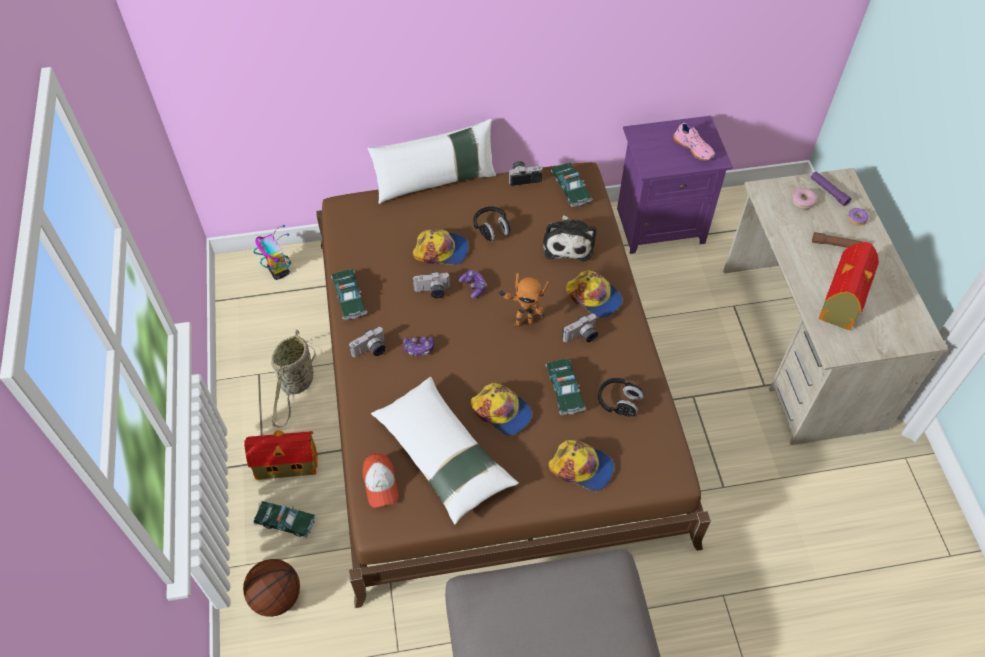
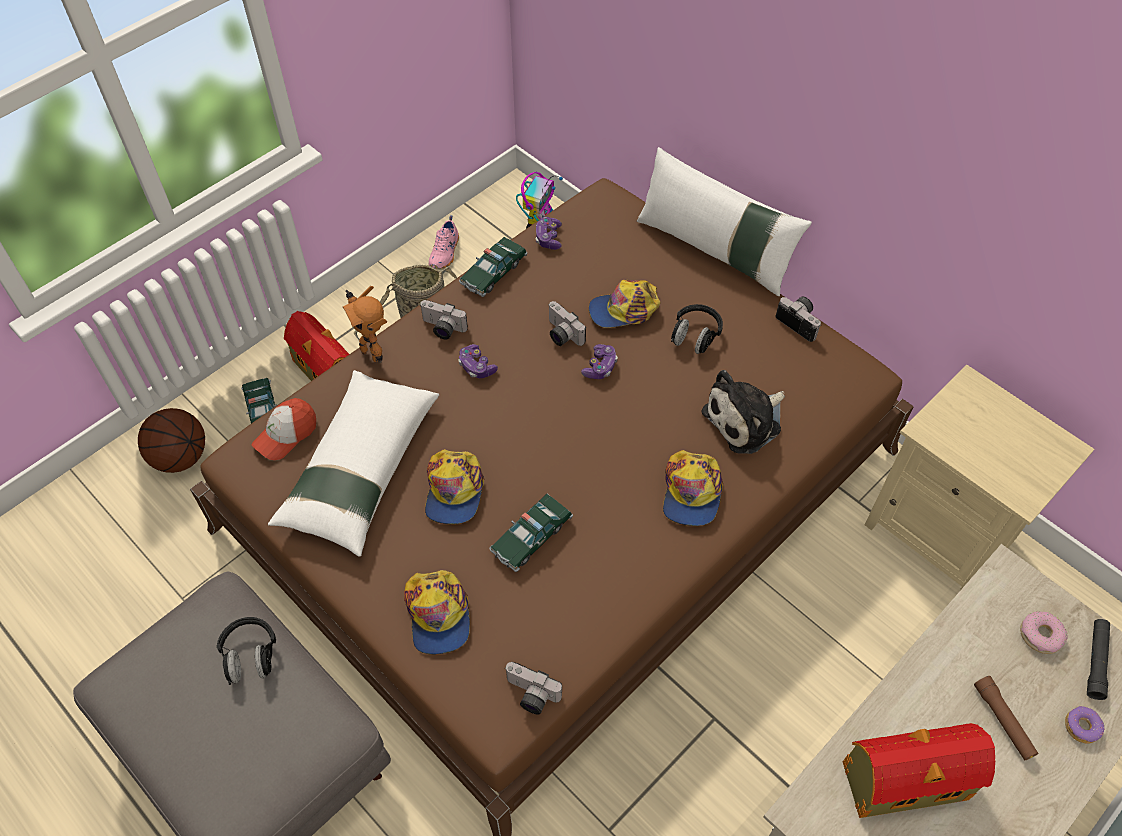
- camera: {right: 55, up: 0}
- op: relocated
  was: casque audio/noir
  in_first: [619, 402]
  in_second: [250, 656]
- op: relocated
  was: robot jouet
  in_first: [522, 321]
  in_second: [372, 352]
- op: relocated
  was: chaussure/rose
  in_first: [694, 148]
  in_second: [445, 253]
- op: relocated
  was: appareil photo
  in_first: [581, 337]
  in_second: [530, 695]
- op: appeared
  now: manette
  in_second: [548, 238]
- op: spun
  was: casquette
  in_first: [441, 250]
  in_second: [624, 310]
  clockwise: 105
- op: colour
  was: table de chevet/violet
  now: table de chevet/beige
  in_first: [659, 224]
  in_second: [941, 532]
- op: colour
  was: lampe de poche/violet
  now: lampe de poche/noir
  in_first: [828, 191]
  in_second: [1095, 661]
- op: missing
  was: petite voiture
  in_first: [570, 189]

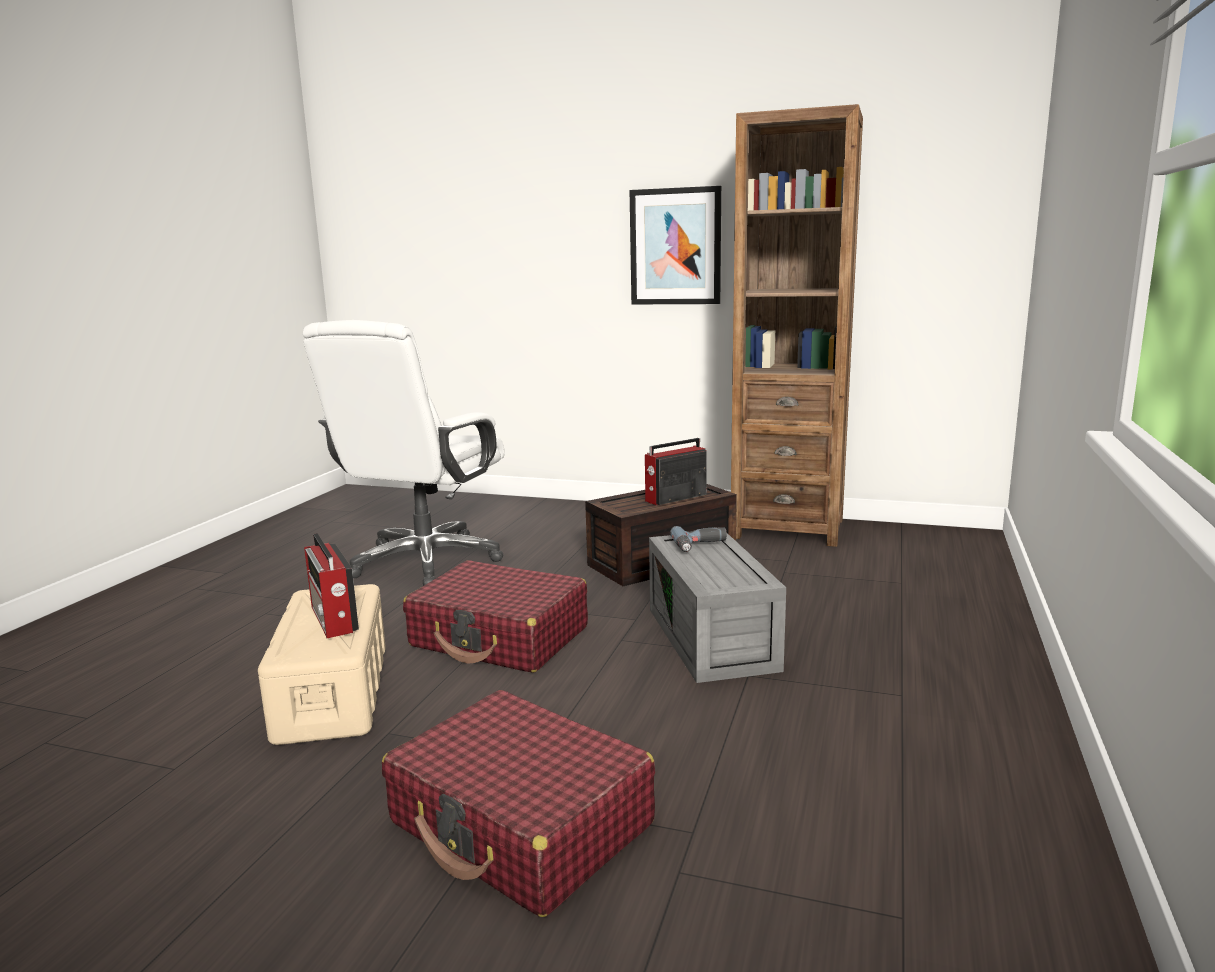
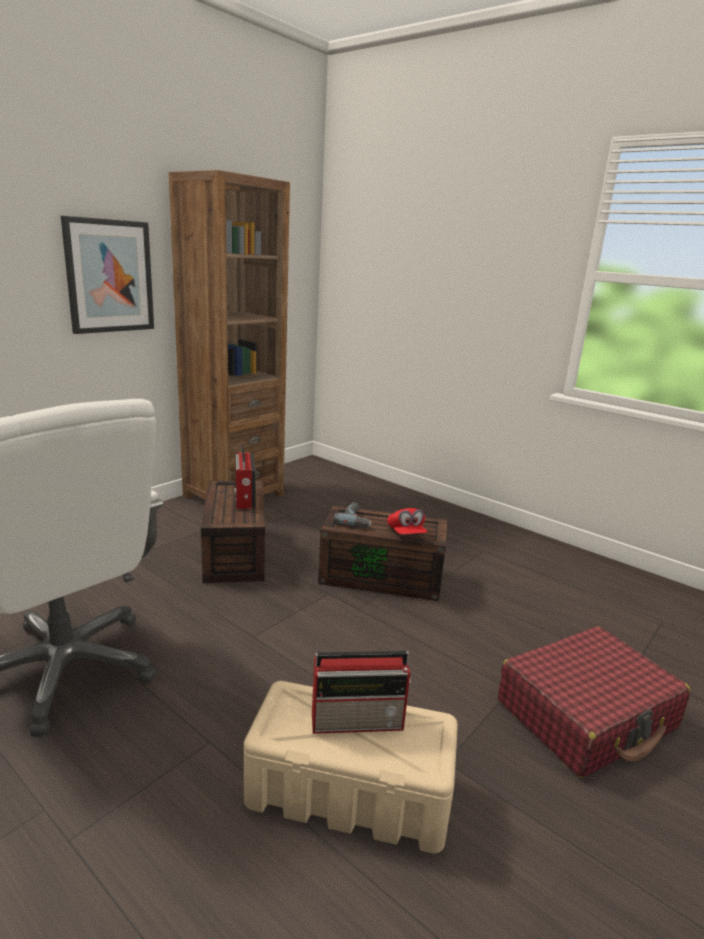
- camera: {right: -70, up: 5}
- op: colour
  was: boîte de rangement/gris
  now: boîte de rangement/marron
  in_first: [714, 639]
  in_second: [383, 576]
- op: appeared
  now: casquette/rouge
  in_second: [406, 533]
- op: missing
  was: valise/rouge
  in_first: [500, 637]

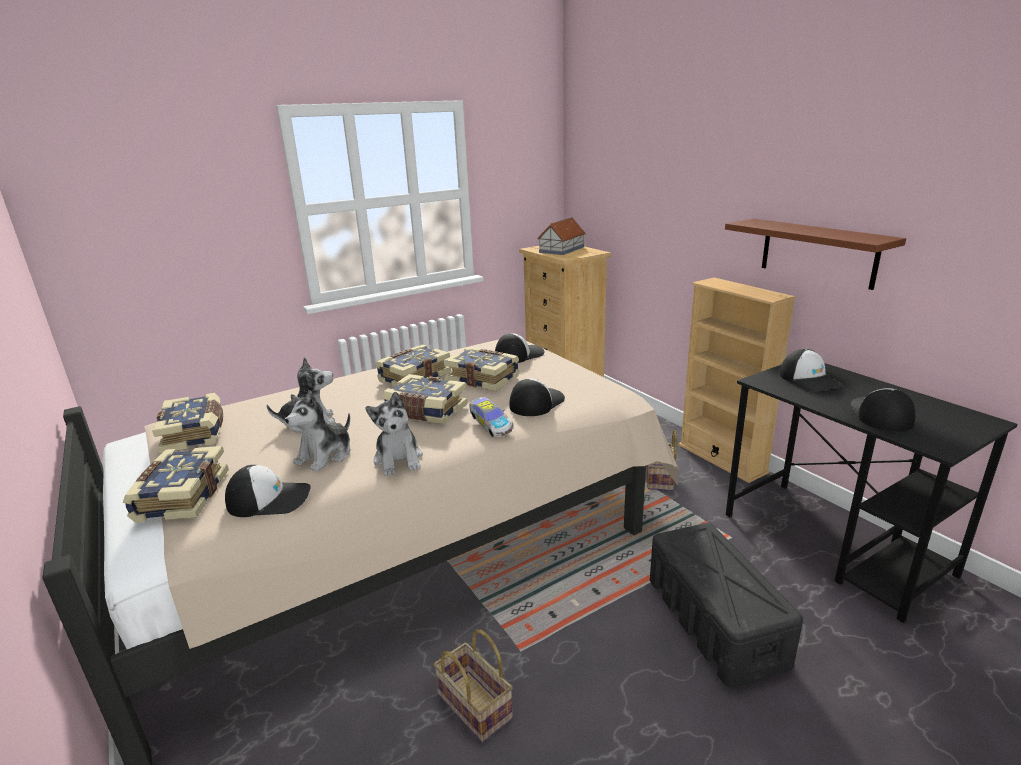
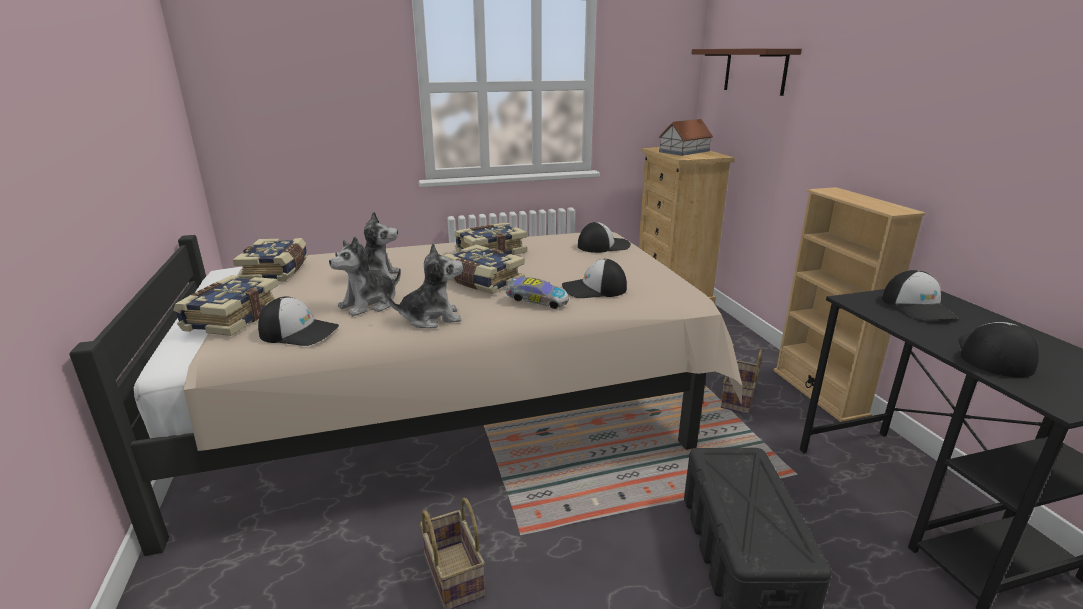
- camera: {right: 15, up: 0}
- op: spun
  was: peluche
  in_first: [399, 459]
  in_second: [431, 318]
  clockwise: -105
- op: spun
  was: petite voiture
  in_first: [490, 425]
  in_second: [536, 302]
  clockwise: -60
- op: spun
  was: casquette
  in_first: [536, 403]
  in_second: [594, 289]
  clockwise: -150
- op: relocated
  was: étagère/marron
  in_first: [817, 252]
  in_second: [755, 71]
- op: missing
  was: livre
  in_first: [483, 378]

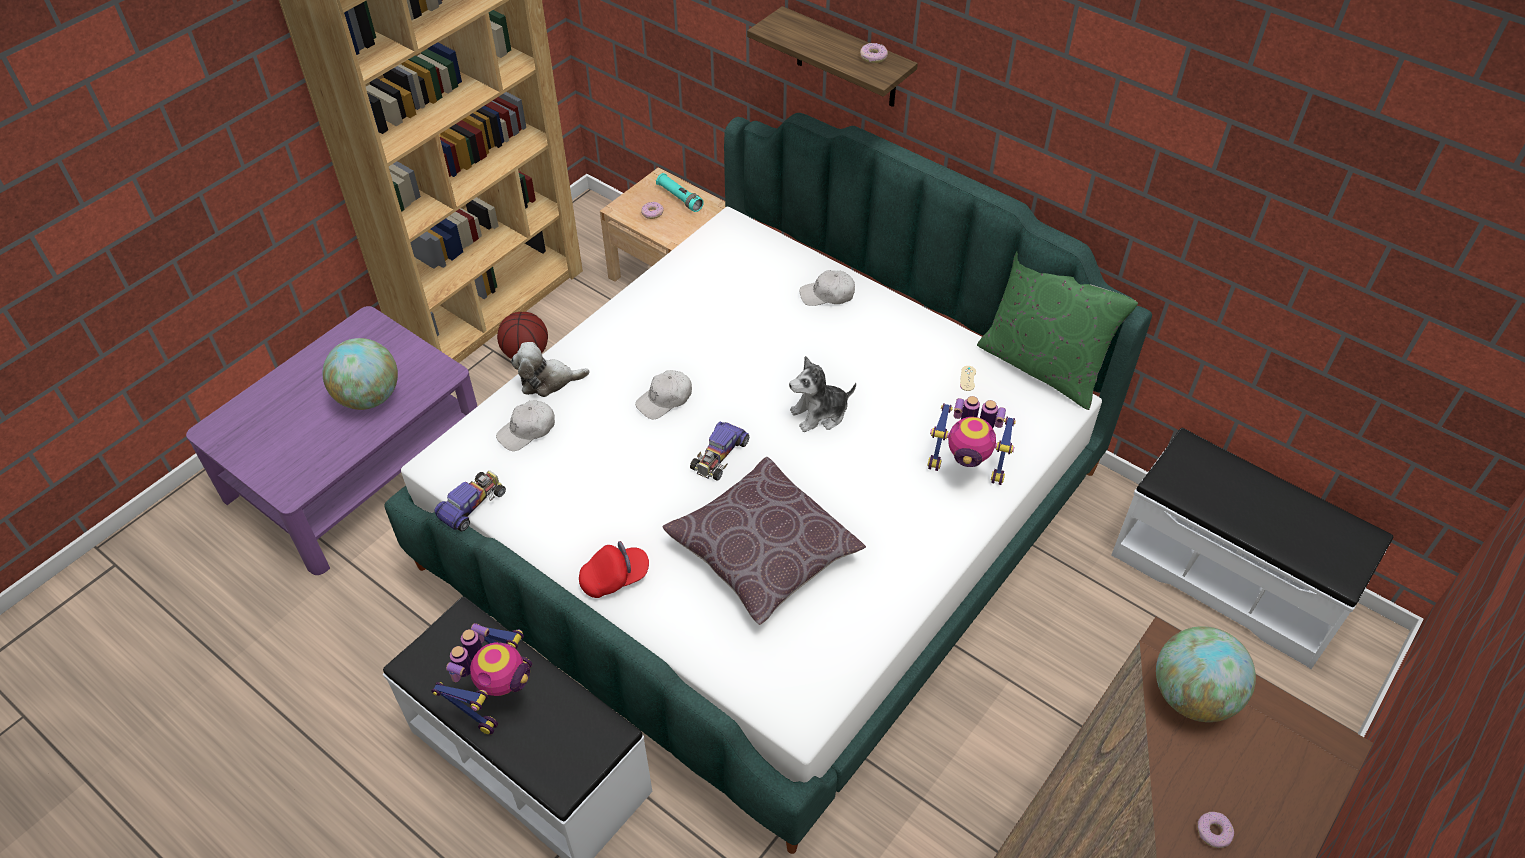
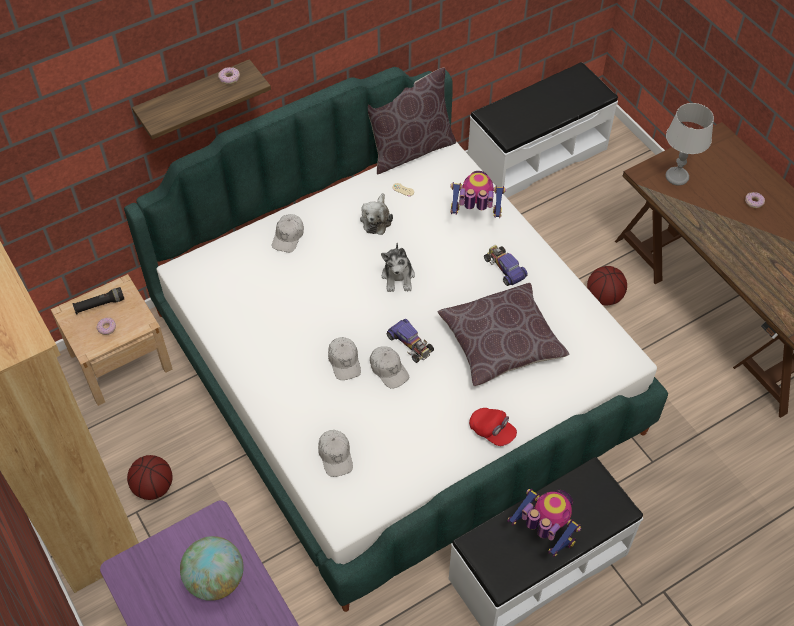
- camera: {right: -70, up: 5}
- op: colour
  was: lampe de poche/turquoise
  now: lampe de poche/noir
  in_first: [679, 198]
  in_second: [100, 305]
- op: relocated
  was: peluche
  in_first: [548, 381]
  in_second: [376, 219]
- op: colour
  was: coussin/vert
  now: coussin/marron
  in_first: [1042, 366]
  in_second: [410, 149]
- op: appeared
  now: casquette/blanc
  in_second: [388, 369]
- op: spun
  was: robot jouet
  in_first: [967, 466]
  in_second: [475, 216]
  clockwise: -120
- op: spun
  was: casquette/rouge
  in_first: [615, 578]
  in_second: [492, 431]
  clockwise: 135
- op: relocated
  was: petite voiture
  in_first: [472, 504]
  in_second: [504, 268]
- op: appeared
  now: ballon de basket
  in_second: [603, 297]
- op: exchanged
  was: globe
  now: lampe de table/gris
  in_first: [1192, 696]
  in_second: [677, 177]

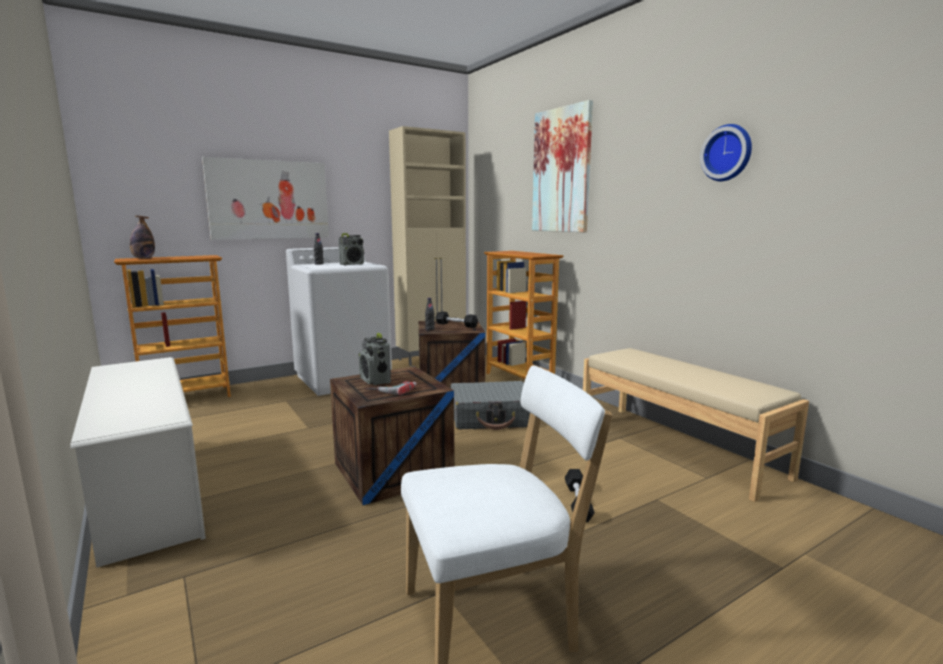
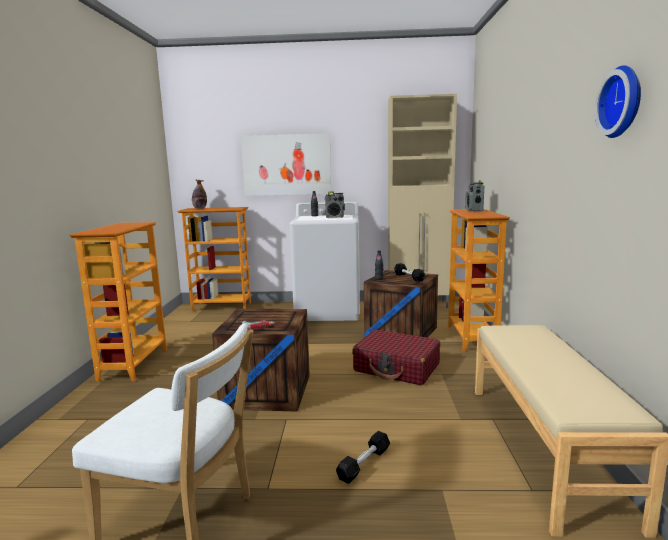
- camera: {right: 35, up: 0}
- op: exchanged
  was: étagère à chaussures/blanc
  now: bibliothèque
  in_first: [149, 493]
  in_second: [133, 364]
- op: colour
  was: valise/gris
  now: valise/rouge
  in_first: [491, 417]
  in_second: [397, 368]
- op: relocated
  was: radio
  in_first: [375, 381]
  in_second: [474, 210]
- op: missing
  was: tableau
  in_first: [561, 170]

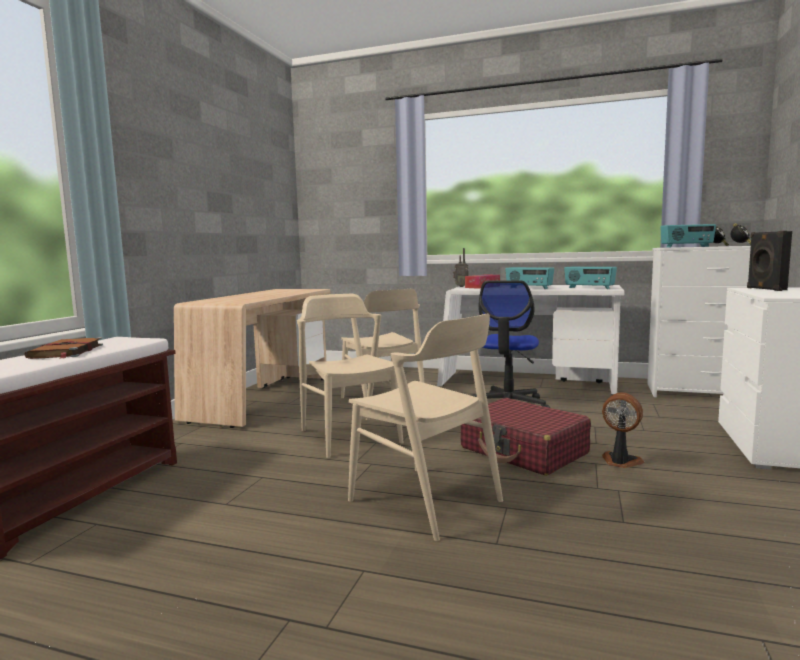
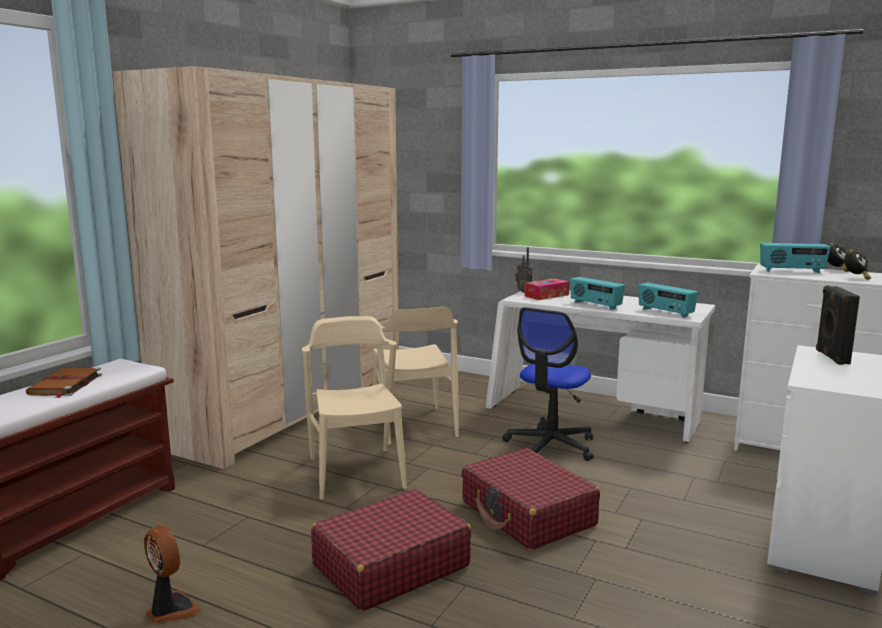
- camera: {right: 10, up: 5}
- op: exchanged
  was: bureau/beige
  now: armoire/beige
  in_first: [265, 398]
  in_second: [291, 407]
- op: relocated
  was: ventilateur
  in_first: [620, 462]
  in_second: [170, 610]
- op: exchanged
  was: chaise/beige
  now: valise/rouge
  in_first: [425, 500]
  in_second: [390, 566]

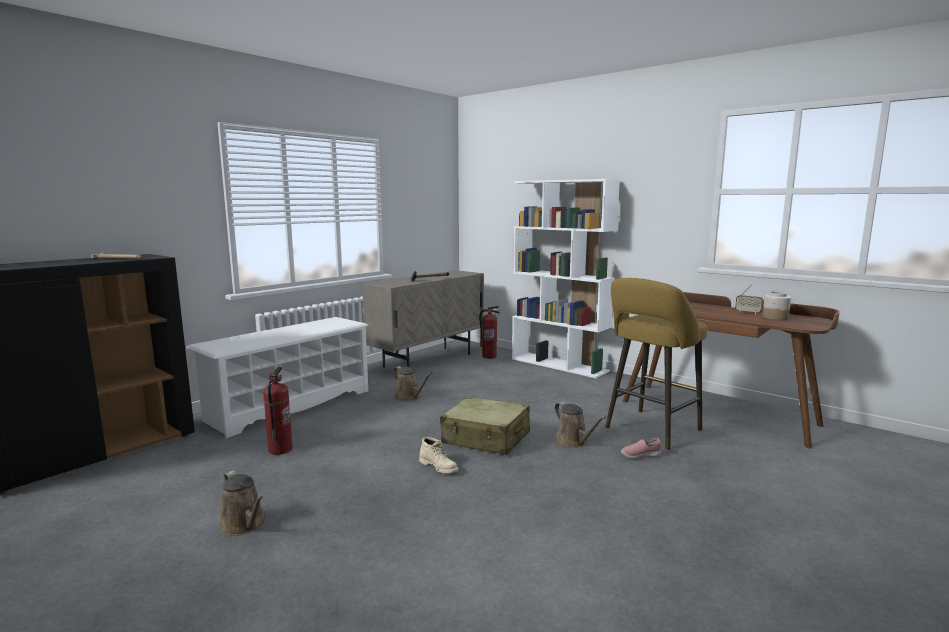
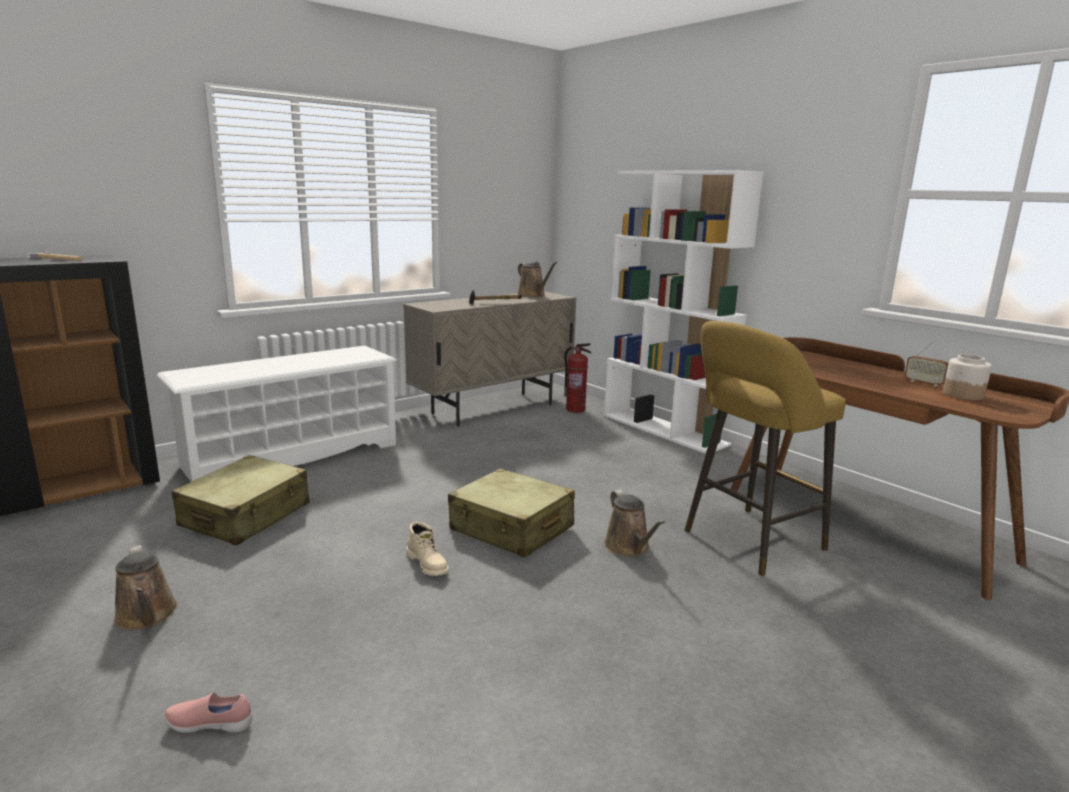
- camera: {right: 10, up: 5}
- op: relocated
  was: chaussure/rose
  in_first: [640, 456]
  in_second: [210, 724]
- op: exchanged
  was: extincteur
  now: valise/beige
  in_first: [280, 449]
  in_second: [246, 515]
- op: relocated
  was: arrosoir/marron
  in_first: [409, 397]
  in_second: [533, 295]

